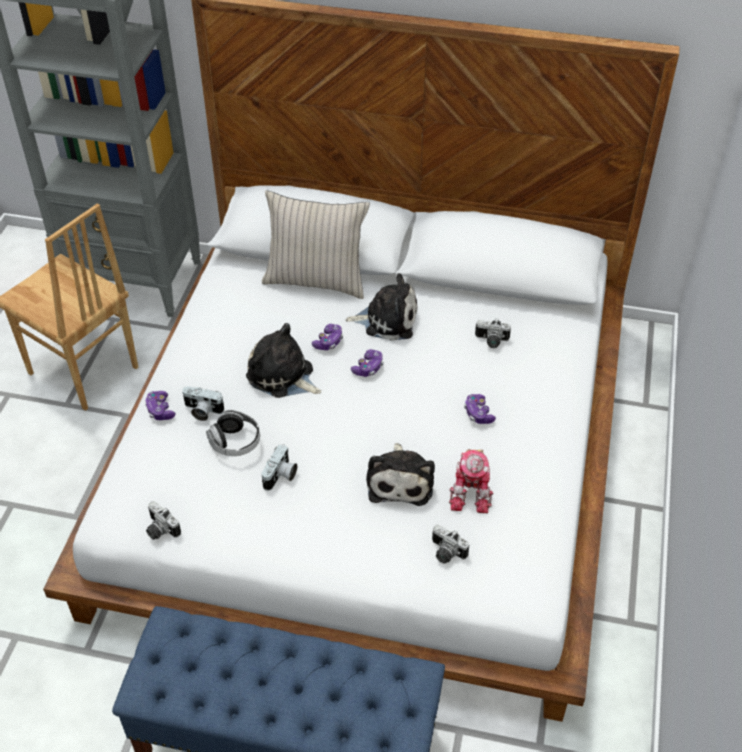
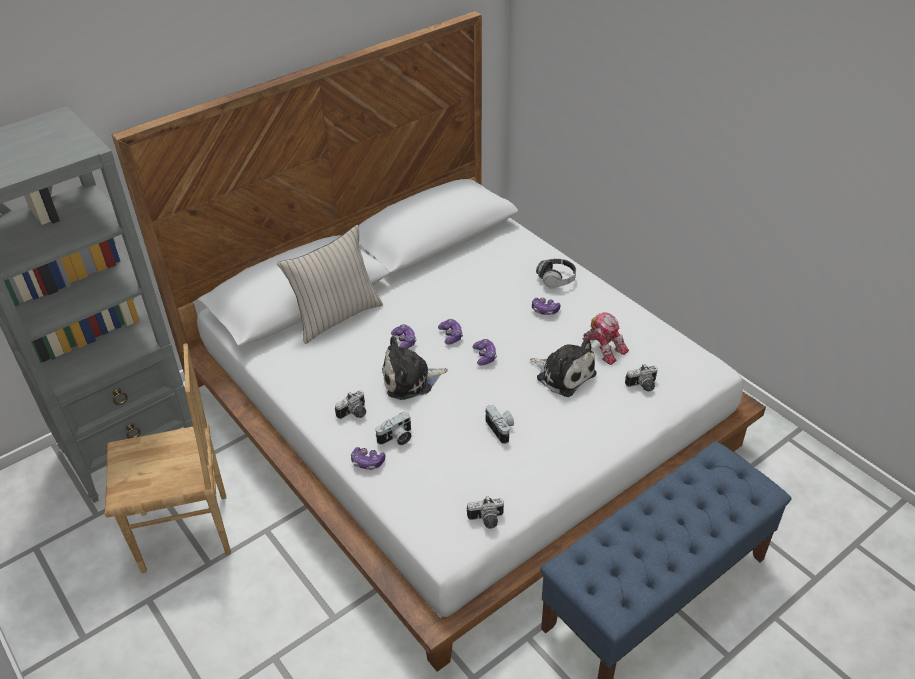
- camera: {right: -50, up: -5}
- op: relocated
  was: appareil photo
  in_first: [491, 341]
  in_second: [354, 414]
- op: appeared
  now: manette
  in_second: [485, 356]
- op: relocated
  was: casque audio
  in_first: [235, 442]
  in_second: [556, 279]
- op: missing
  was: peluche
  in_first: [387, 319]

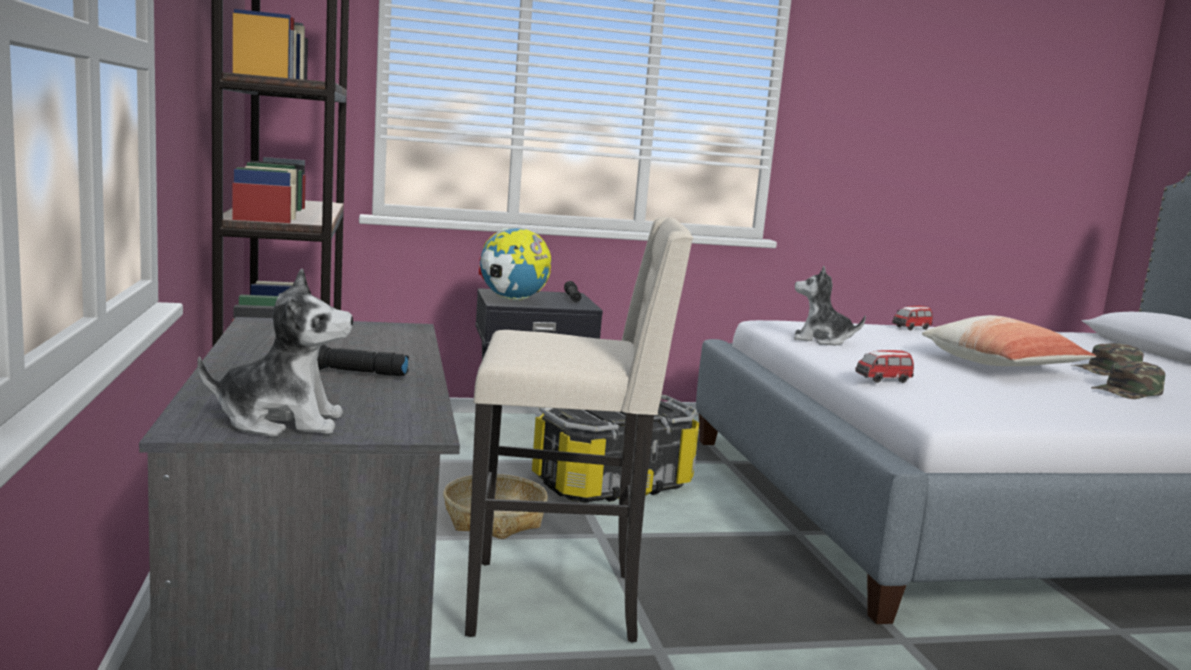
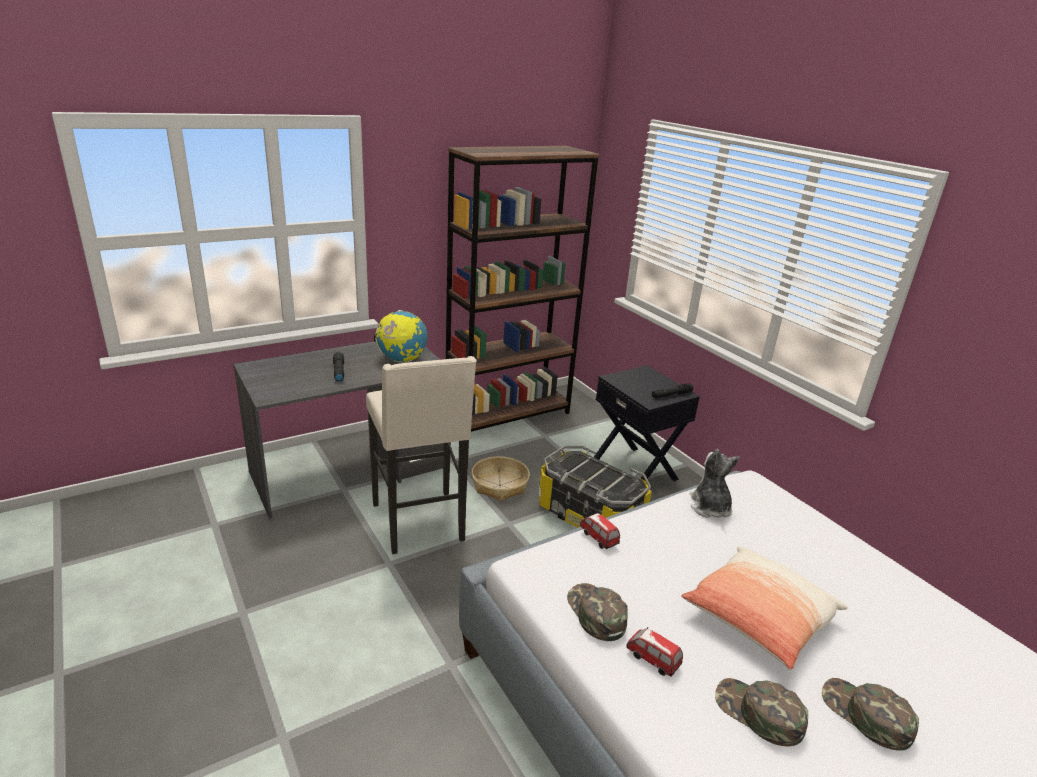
- camera: {right: 70, up: 15}
- op: relocated
  was: globe
  in_first: [512, 300]
  in_second: [401, 360]
- op: appeared
  now: casquette/vert
  in_second: [595, 613]
- op: relocated
  was: petite voiture
  in_first: [911, 328]
  in_second: [652, 659]
- op: missing
  was: peluche
  in_first: [281, 421]

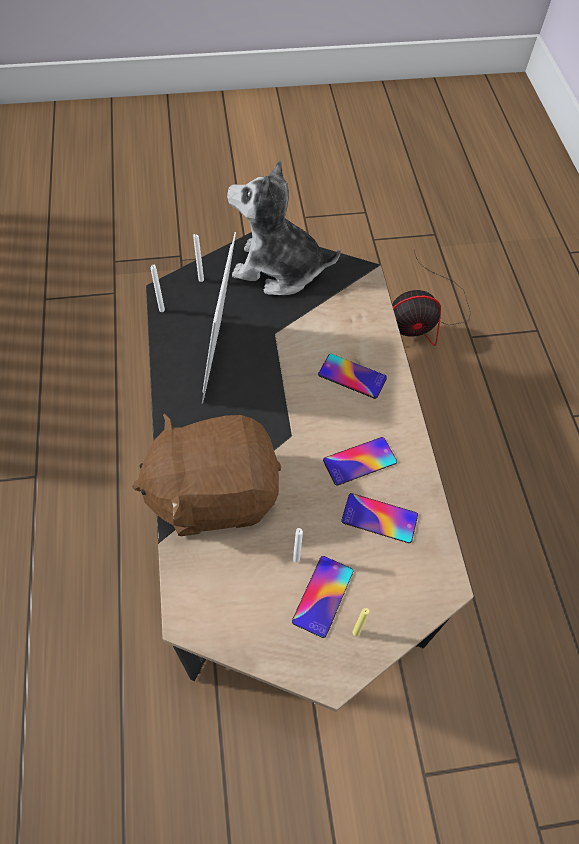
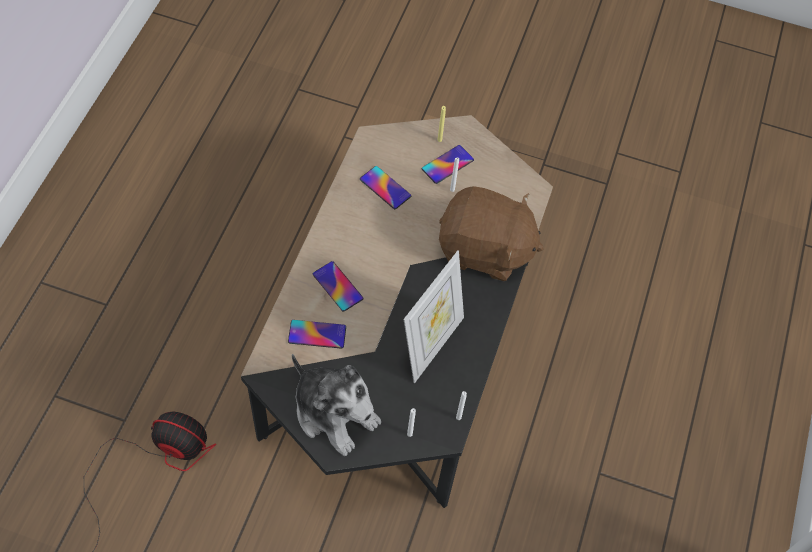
- camera: {right: -155, up: 0}
- op: relocated
  was: téléphone
  in_first: [359, 461]
  in_second: [317, 334]

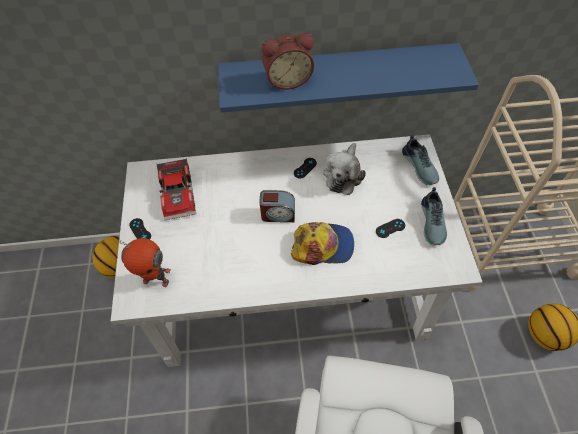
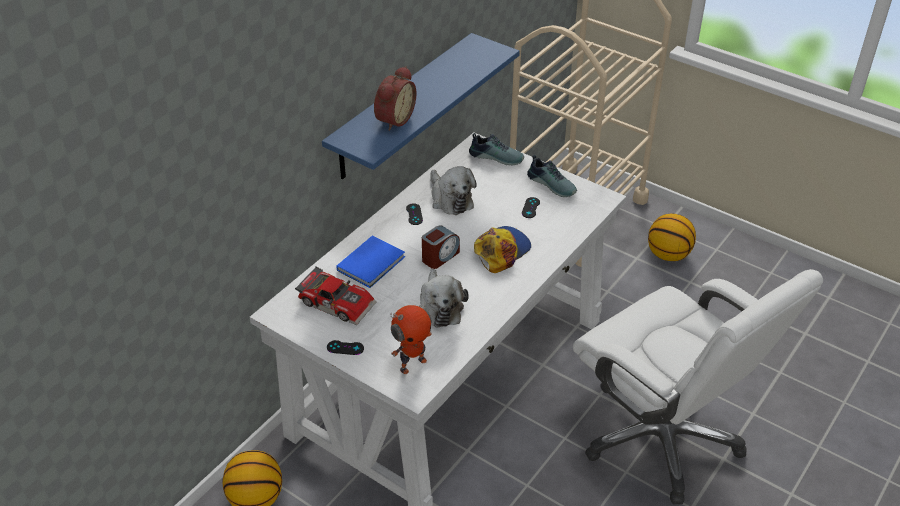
- camera: {right: -50, up: -15}
- op: appeared
  now: livre/bleu
  in_second: [373, 263]
- op: appeared
  now: peluche
  in_second: [439, 306]

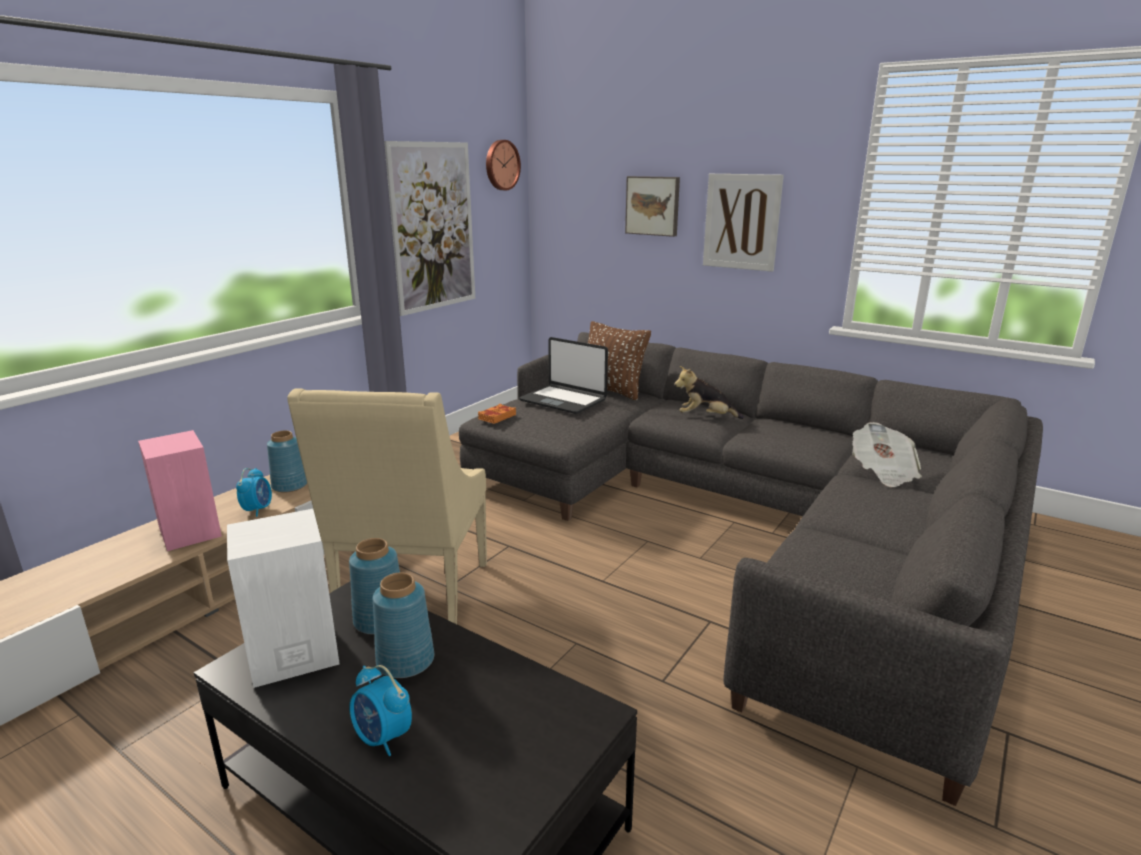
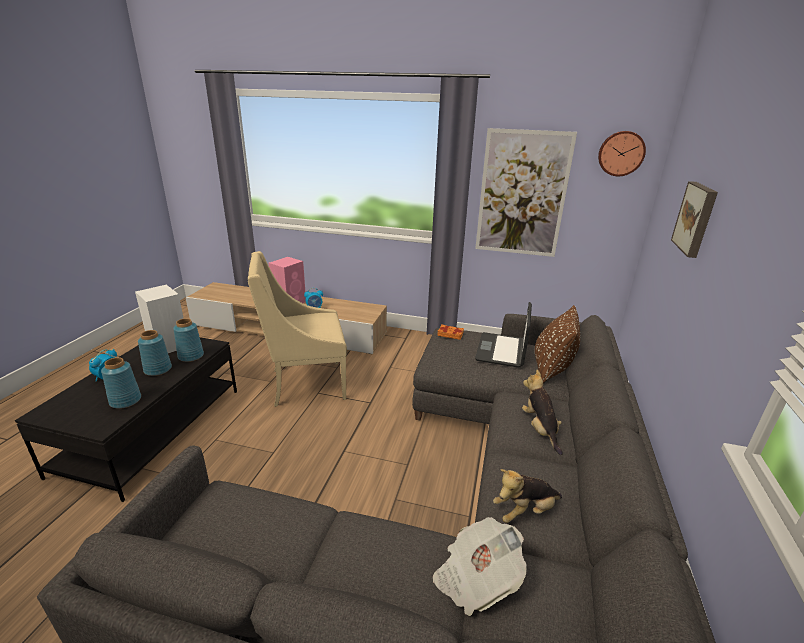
- camera: {right: 70, up: 5}
- op: relocated
  was: vase/bleu
  in_first: [289, 485]
  in_second: [126, 400]
- op: appeared
  now: peluche
  in_second: [524, 511]
- op: missing
  was: tableau
  in_first: [741, 222]

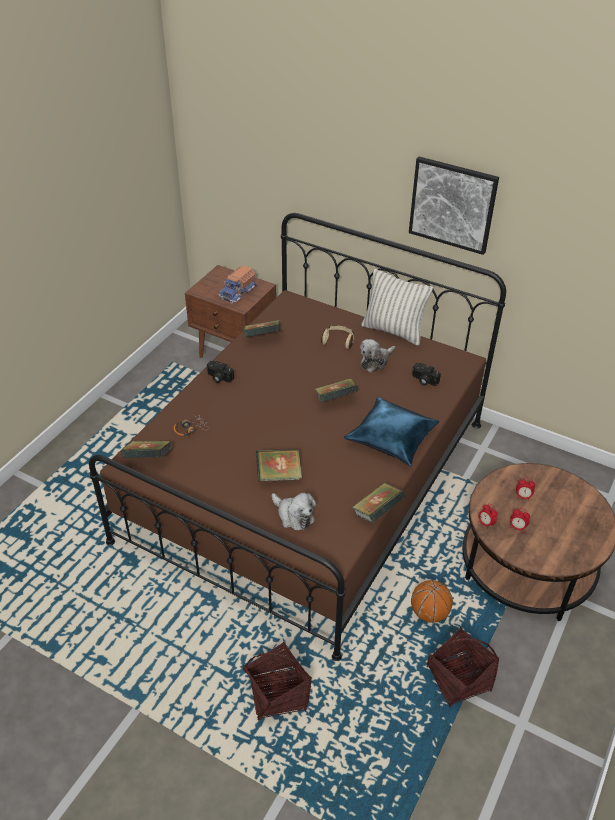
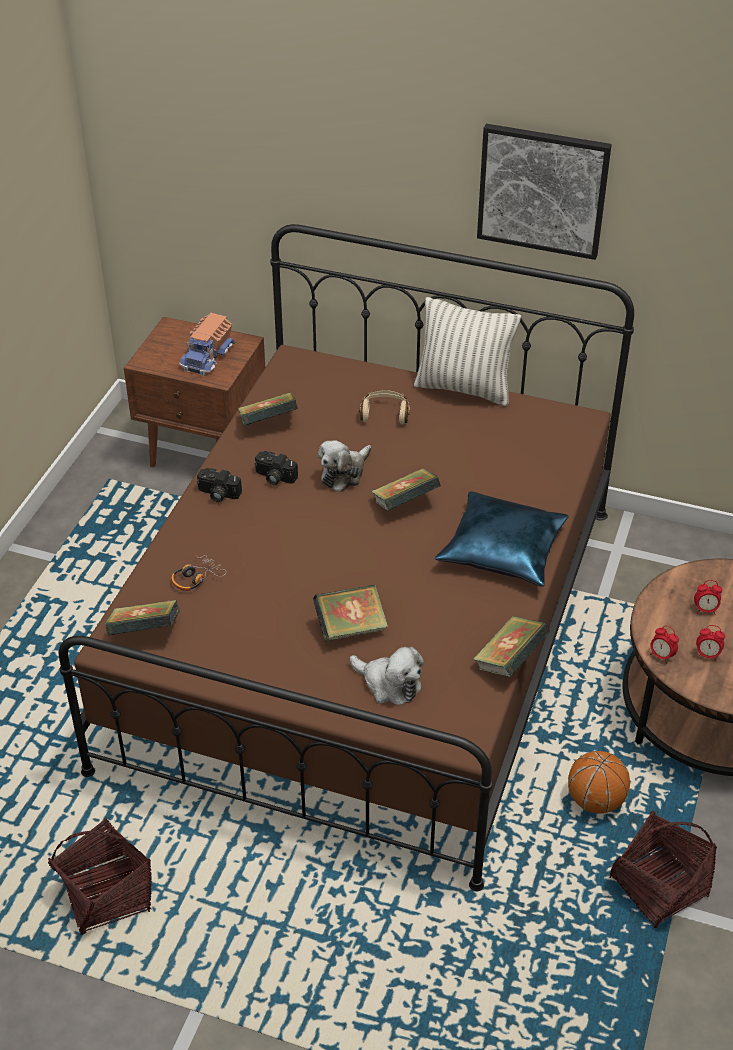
- camera: {right: -10, up: 0}
- op: relocated
  was: panier
  in_first: [277, 694]
  in_second: [107, 896]
- op: relocated
  was: appareil photo
  in_first: [423, 380]
  in_second: [274, 477]
- op: relocated
  was: peluche
  in_first: [375, 361]
  in_second: [344, 473]

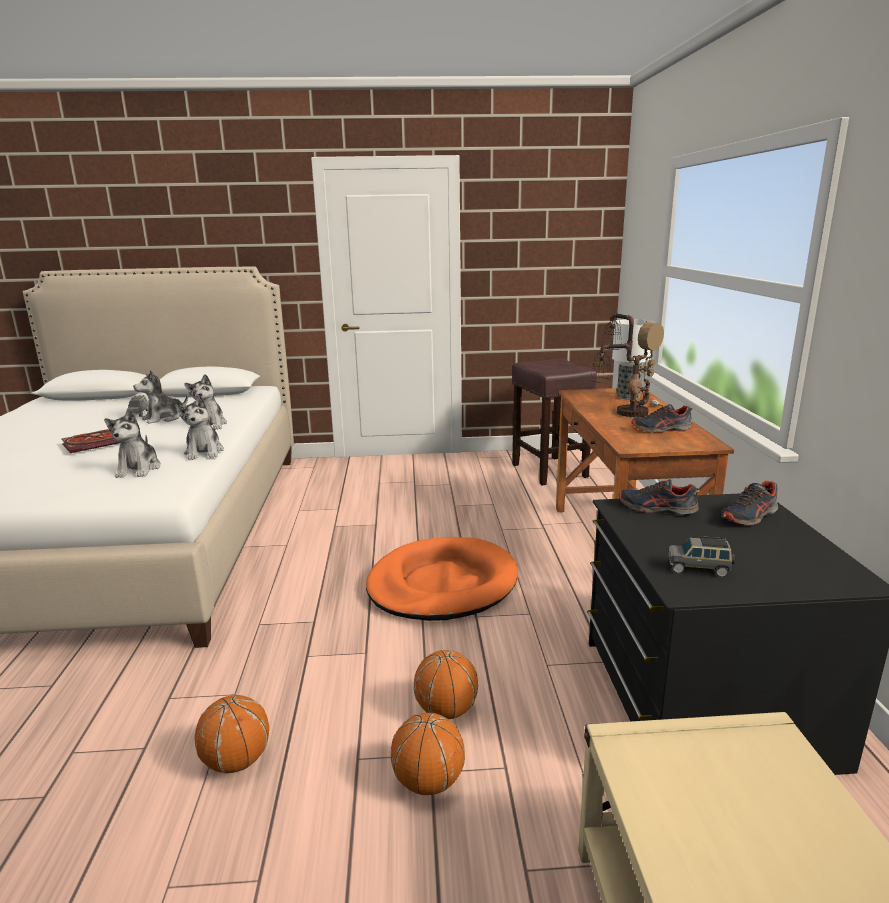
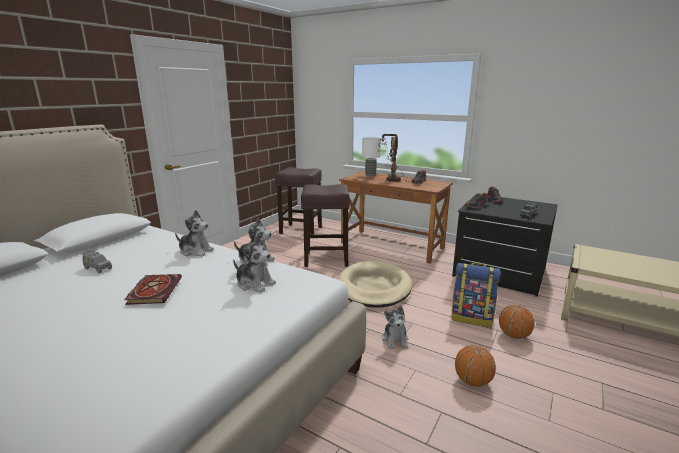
- camera: {right: -55, up: 0}
- op: appeared
  now: tabouret/marron
  in_second: [325, 259]
- op: colour
  was: panier pour chien/orange
  now: panier pour chien/beige
  in_first: [442, 584]
  in_second: [374, 287]
- op: relocated
  was: peluche
  in_first: [164, 418]
  in_second: [395, 339]
- op: exchanged
  was: ballon de basket
  now: sac à dos
  in_first: [446, 710]
  in_second: [472, 317]

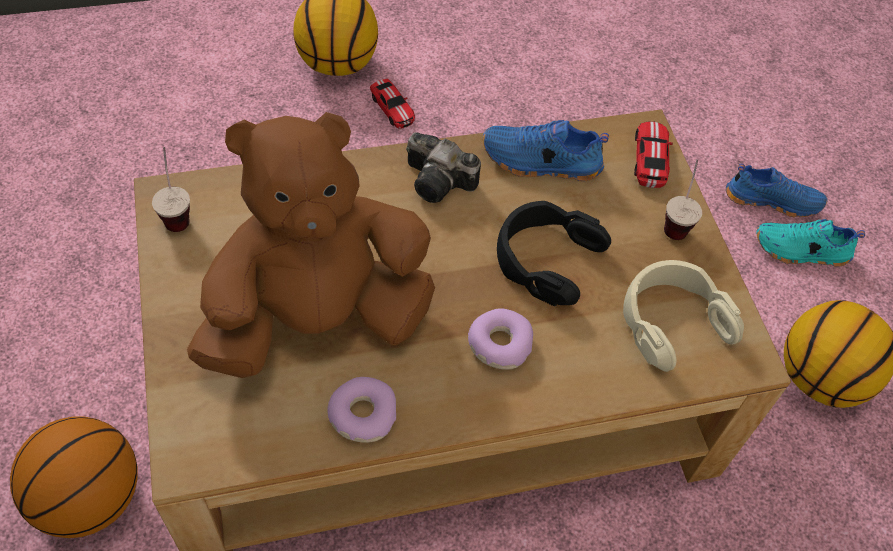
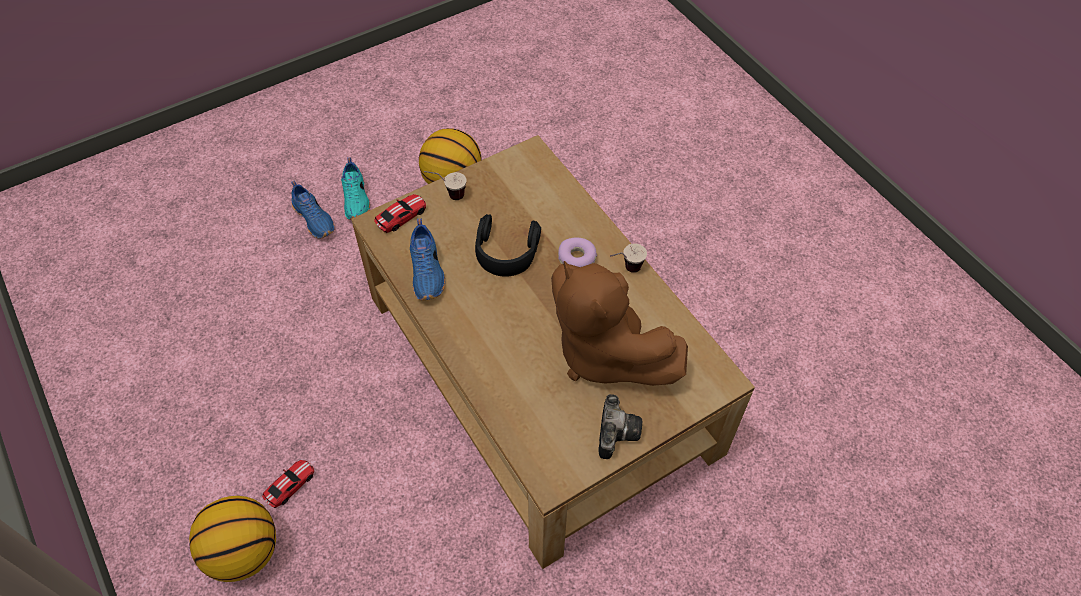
- camera: {right: -105, up: 0}
- op: spun
  was: chaussure/bleu
  in_first: [772, 199]
  in_second: [315, 219]
  clockwise: 150
- op: spun
  was: petite voiture
  in_first: [649, 159]
  in_second: [401, 216]
  clockwise: 150
- op: relocated
  was: appareil photo
  in_first: [441, 182]
  in_second: [616, 431]
- op: relocated
  was: tasse
  in_first: [176, 211]
  in_second: [625, 270]
- op: missing
  was: ballon de basket
  in_first: [91, 498]
- op: missing
  was: beignet
  in_first: [362, 414]
- op: missing
  was: casque audio/beige
  in_first: [672, 321]

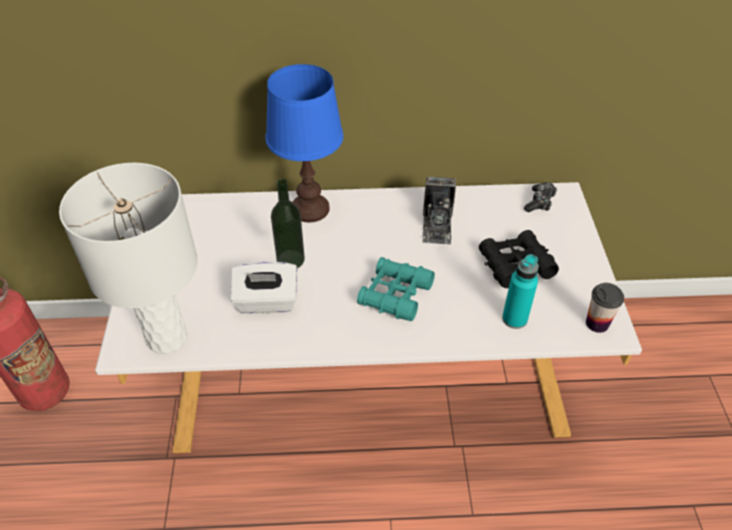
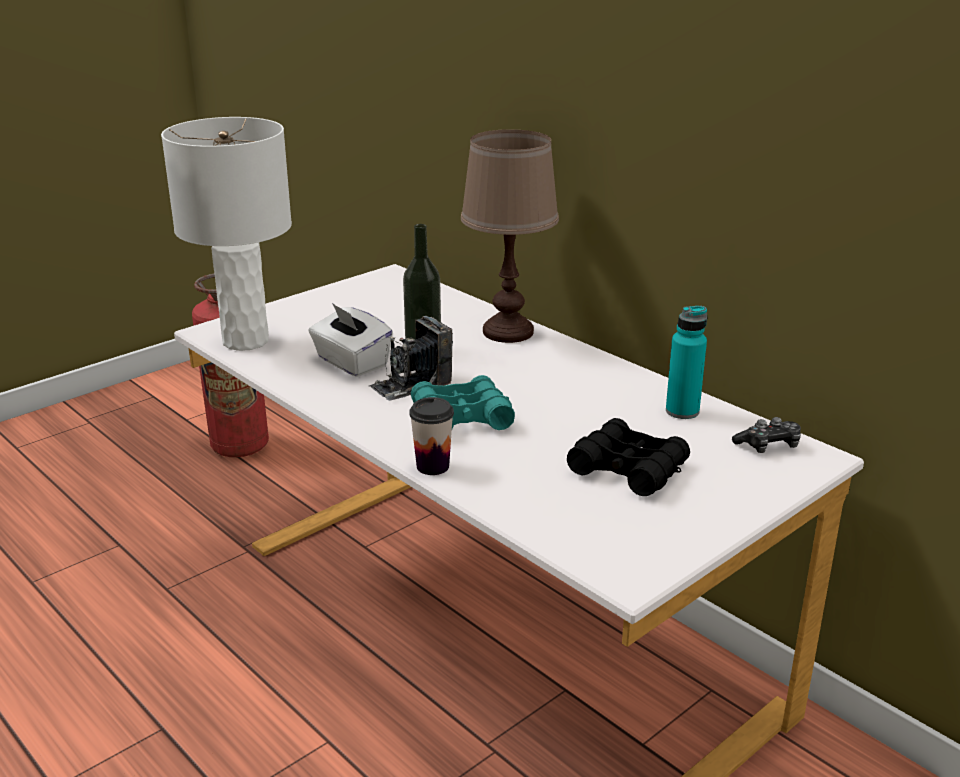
- camera: {right: 50, up: -20}
- op: relocated
  was: appareil photo
  in_first: [437, 225]
  in_second: [411, 384]
- op: relocated
  was: tasse
  in_first: [597, 323]
  in_second: [432, 466]
- op: colour
  was: lampe de table/bleu
  now: lampe de table/marron
  in_first: [310, 209]
  in_second: [508, 332]
- op: relocated
  was: bouteille/turquoise
  in_first: [514, 319]
  in_second: [682, 411]

